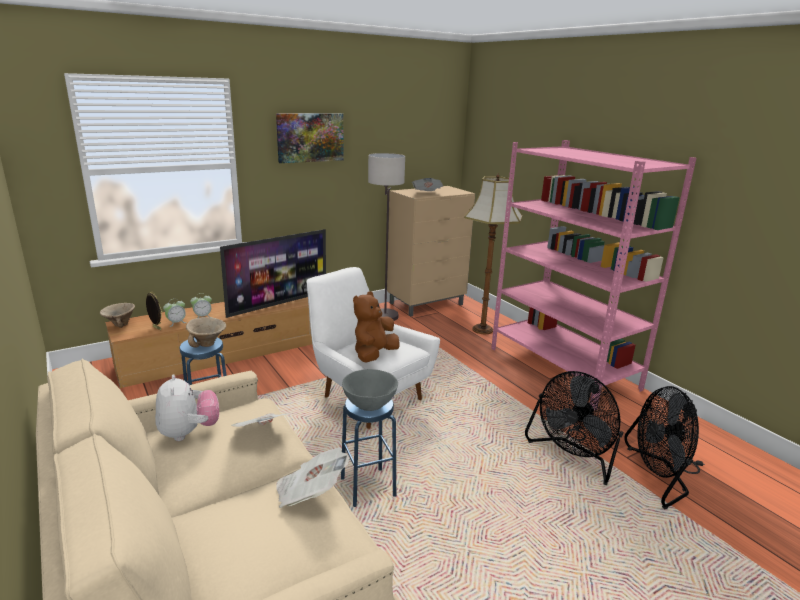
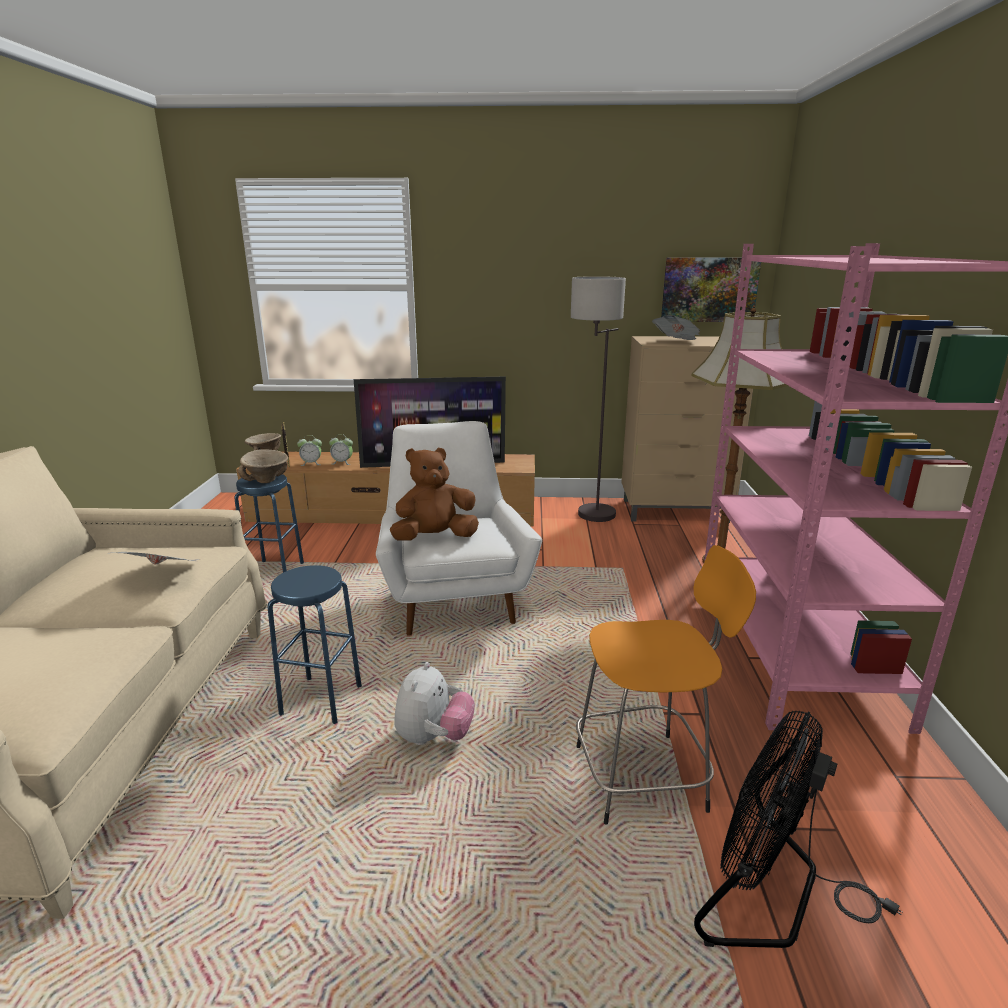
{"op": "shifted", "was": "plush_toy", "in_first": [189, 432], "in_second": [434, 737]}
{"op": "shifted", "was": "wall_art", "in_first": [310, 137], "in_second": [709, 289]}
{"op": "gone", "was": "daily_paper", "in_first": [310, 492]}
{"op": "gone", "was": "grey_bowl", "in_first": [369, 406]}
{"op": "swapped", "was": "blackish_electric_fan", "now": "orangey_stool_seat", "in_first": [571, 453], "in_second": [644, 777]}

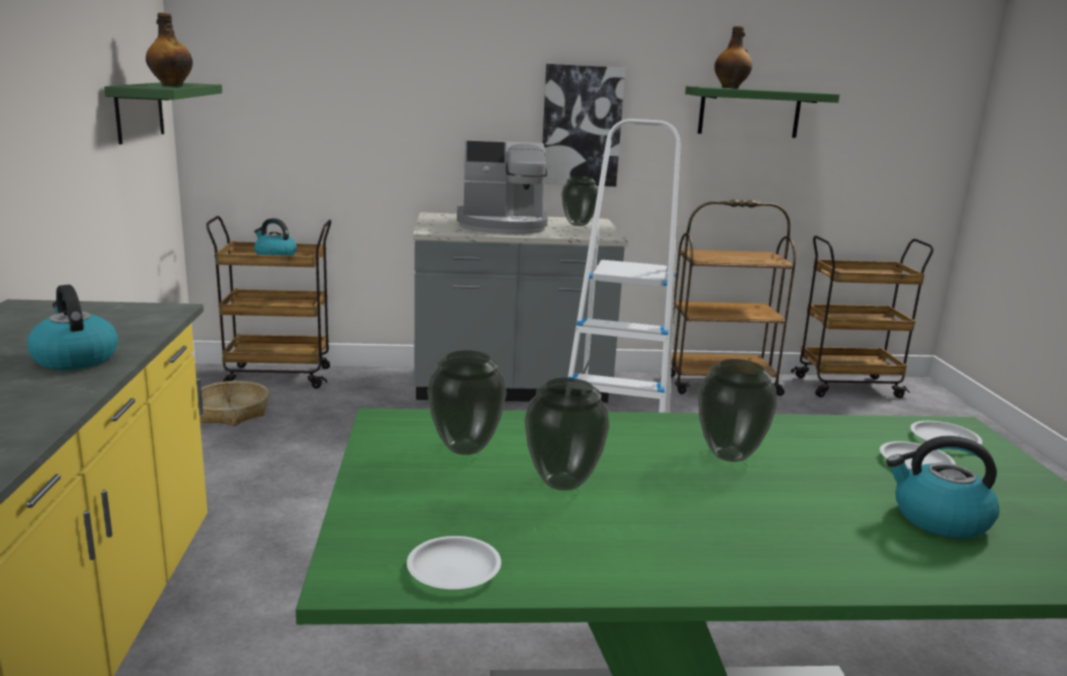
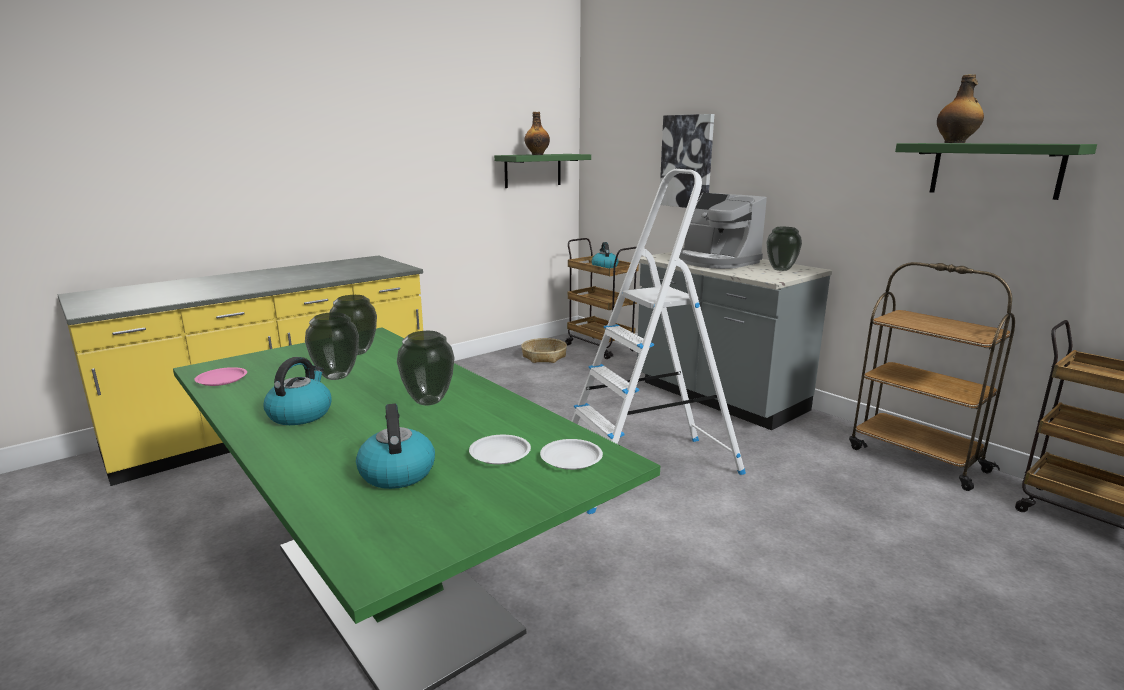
{"op": "shifted", "was": "kettle", "in_first": [74, 358], "in_second": [300, 414]}
{"op": "repainted", "was": "white_flat_dish", "now": "pinkish_flat_dish", "in_first": [454, 568], "in_second": [222, 379]}
{"op": "shifted", "was": "wall_art", "in_first": [581, 126], "in_second": [687, 161]}

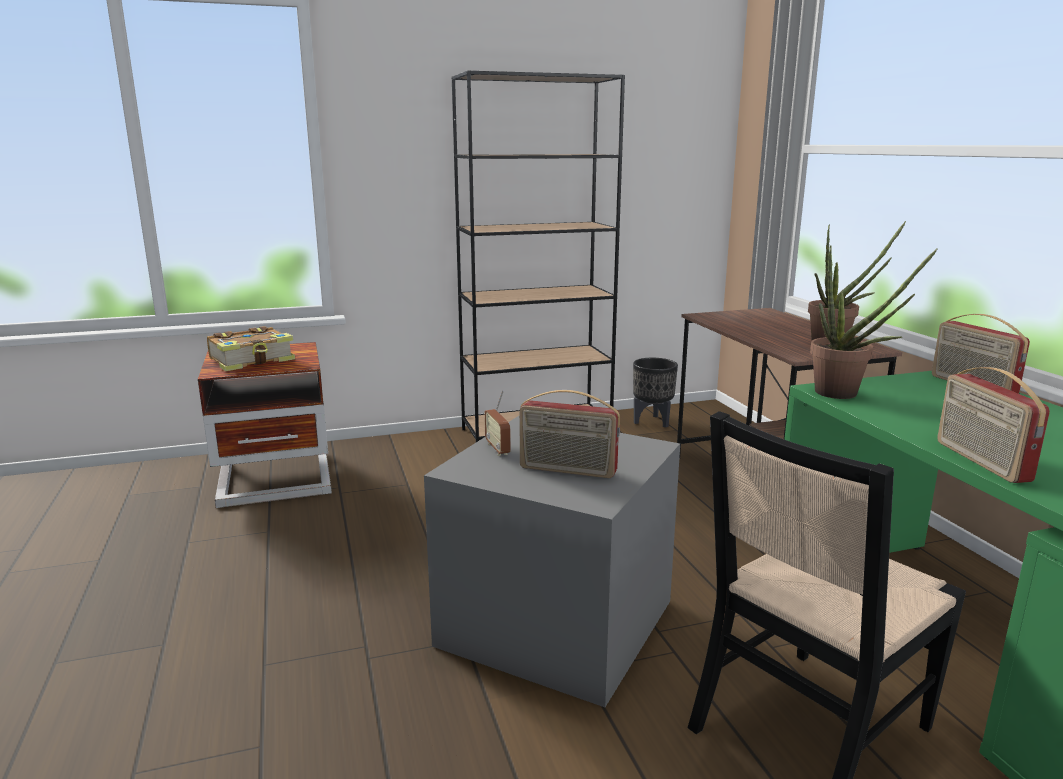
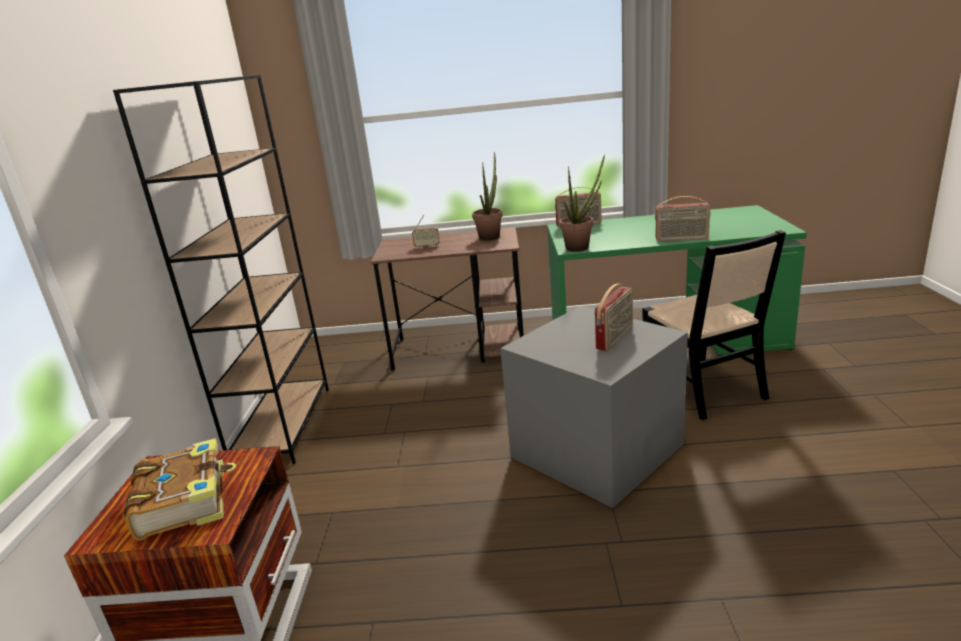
{"op": "shifted", "was": "radio", "in_first": [498, 449], "in_second": [427, 246]}
{"op": "gone", "was": "blackish_flower_pot", "in_first": [652, 421]}

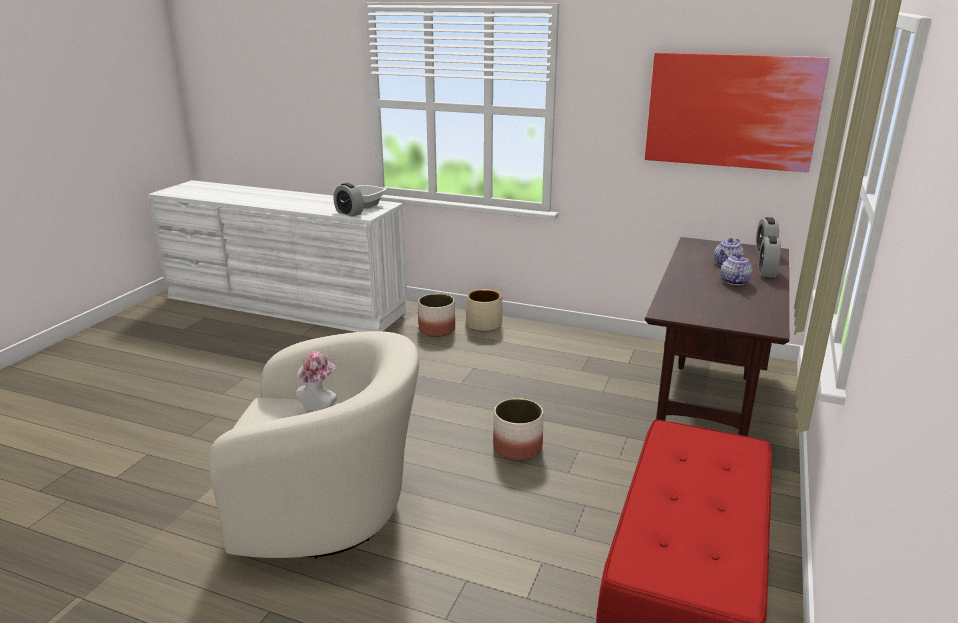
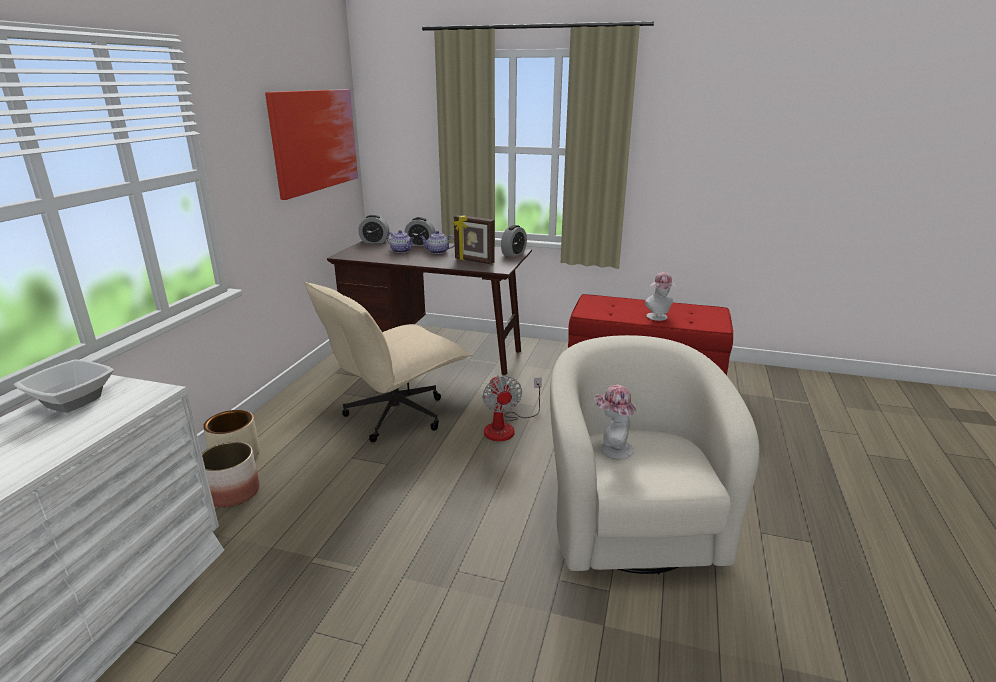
{"op": "shifted", "was": "table_clock", "in_first": [349, 213], "in_second": [513, 254]}
{"op": "swapped", "was": "flower_pot", "now": "electric_fan", "in_first": [518, 448], "in_second": [506, 427]}
{"op": "new", "now": "sand-coloured_desk_chair", "in_second": [397, 414]}
{"op": "new", "now": "photo_frame", "in_second": [474, 261]}
{"op": "new", "now": "wearable_hat", "in_second": [659, 317]}

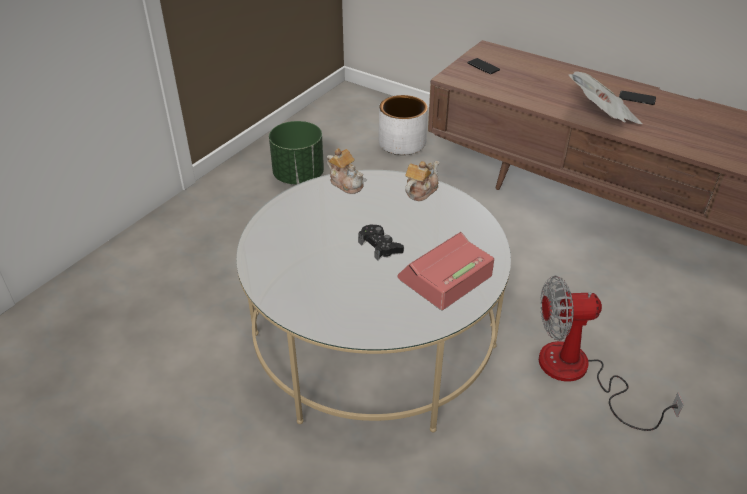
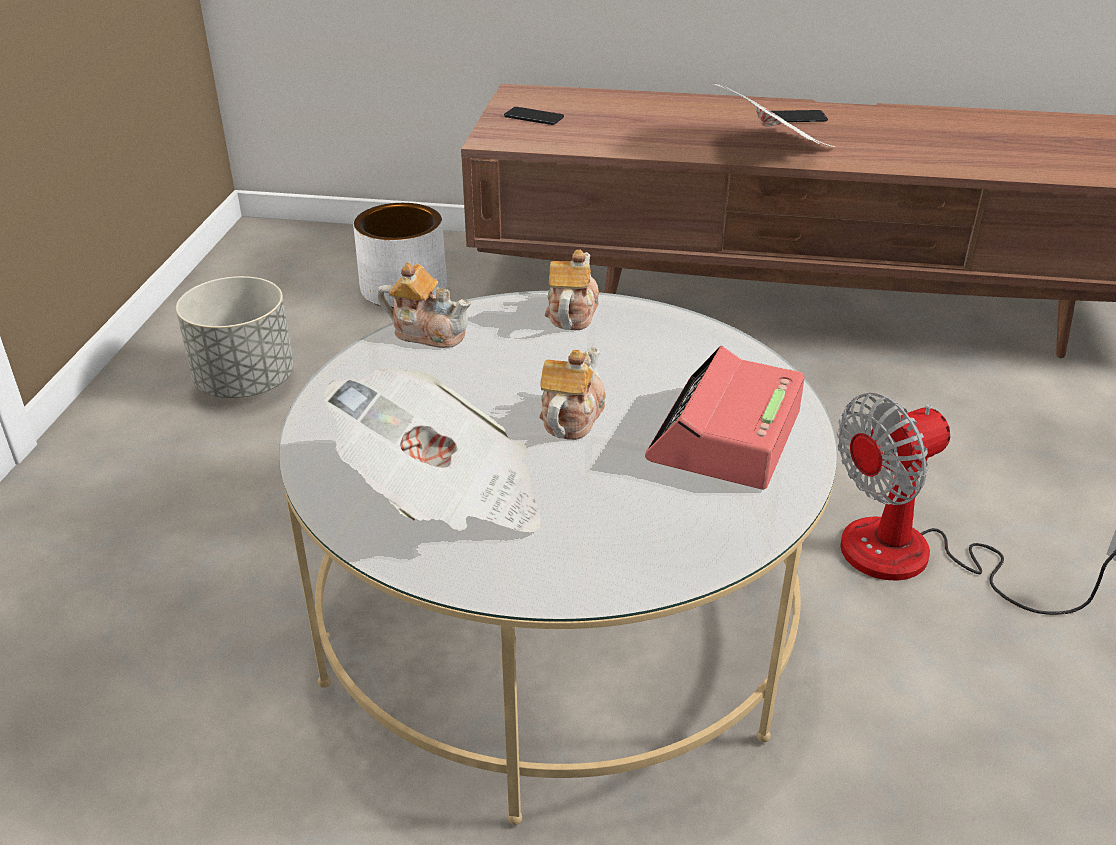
{"op": "repainted", "was": "green_flower_pot", "now": "grey_flower_pot", "in_first": [299, 176], "in_second": [246, 382]}
{"op": "swapped", "was": "blackish_gamepad", "now": "teapot", "in_first": [380, 246], "in_second": [571, 418]}
{"op": "new", "now": "daily_paper", "in_second": [444, 497]}

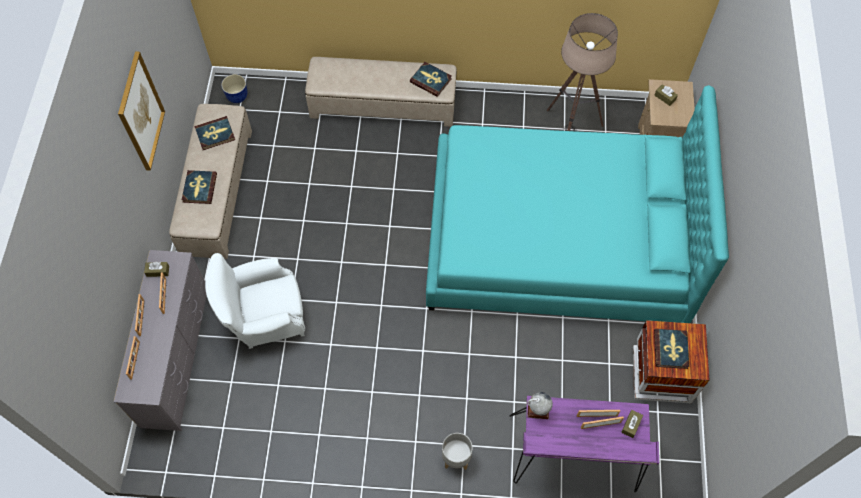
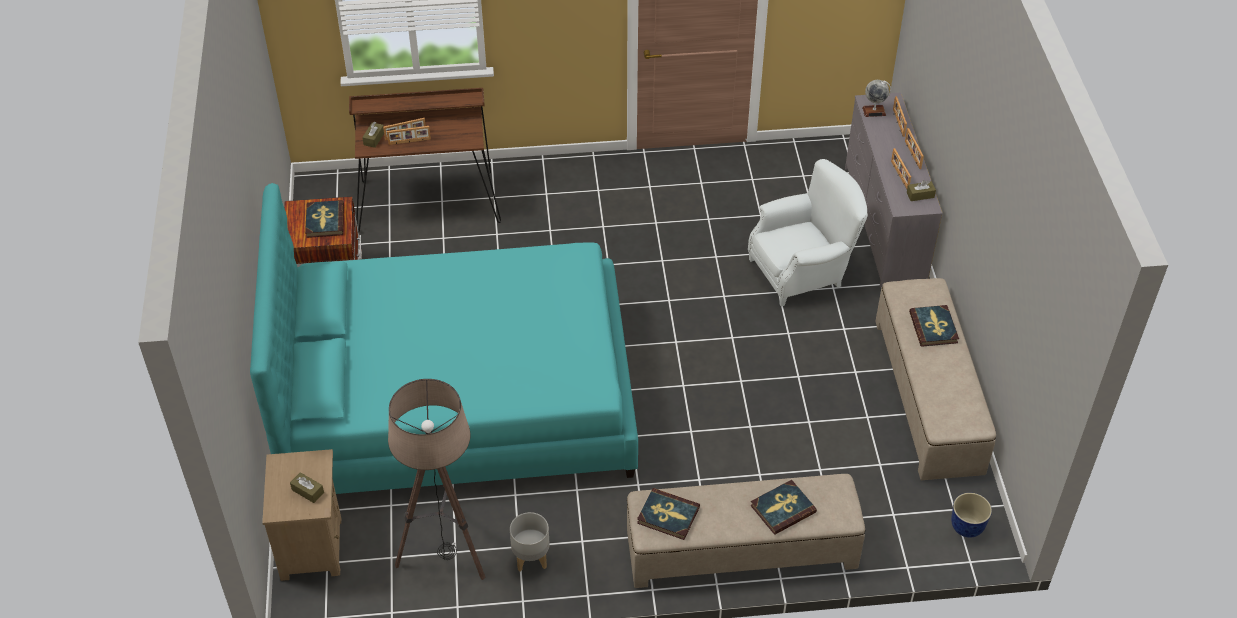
{"op": "gone", "was": "wall_art", "in_first": [140, 112]}
{"op": "shifted", "was": "volume", "in_first": [215, 134], "in_second": [782, 508]}
{"op": "shifted", "was": "grey_flower_pot", "in_first": [456, 458], "in_second": [531, 558]}
{"op": "repainted", "was": "purplish_desk", "now": "brownish_desk", "in_first": [574, 455], "in_second": [428, 200]}
{"op": "shifted", "was": "desk_globe", "in_first": [538, 411], "in_second": [874, 111]}

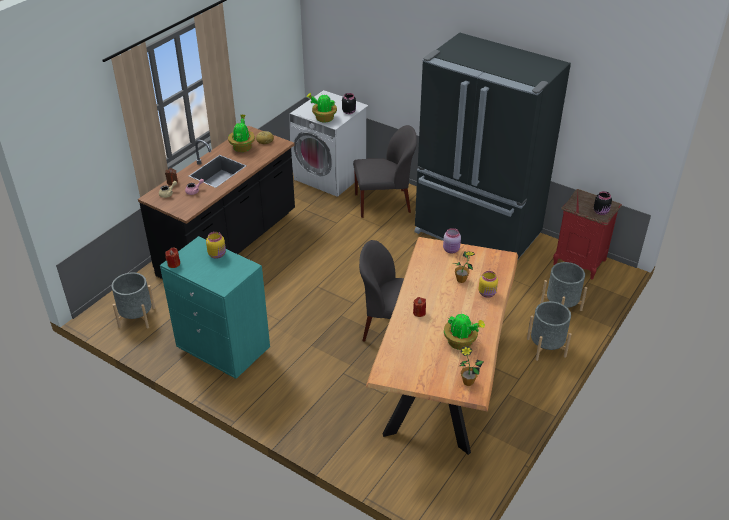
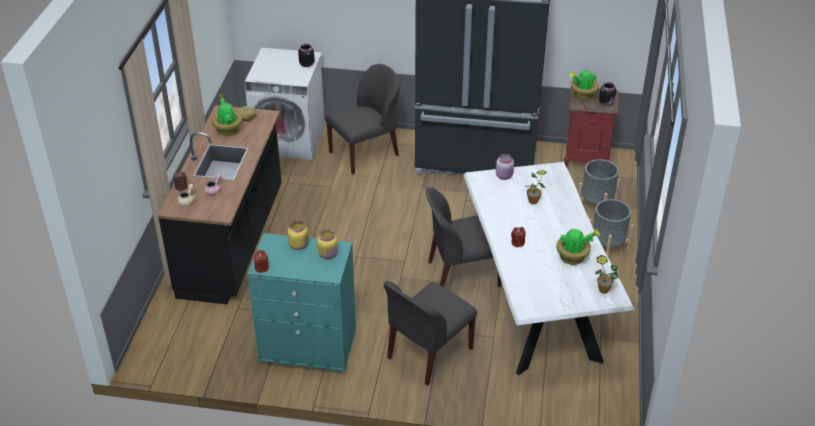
{"op": "gone", "was": "grey_flower_pot", "in_first": [137, 317]}
{"op": "shifted", "was": "plant_in_a_pot", "in_first": [323, 118], "in_second": [582, 96]}
{"op": "repainted", "was": "brownish_dining_table", "now": "white_dining_table", "in_first": [442, 377], "in_second": [535, 303]}
{"op": "shifted", "was": "yellow-coloured_preserve_jar", "in_first": [487, 293], "in_second": [328, 254]}
{"op": "new", "now": "grey_chair", "in_second": [428, 354]}

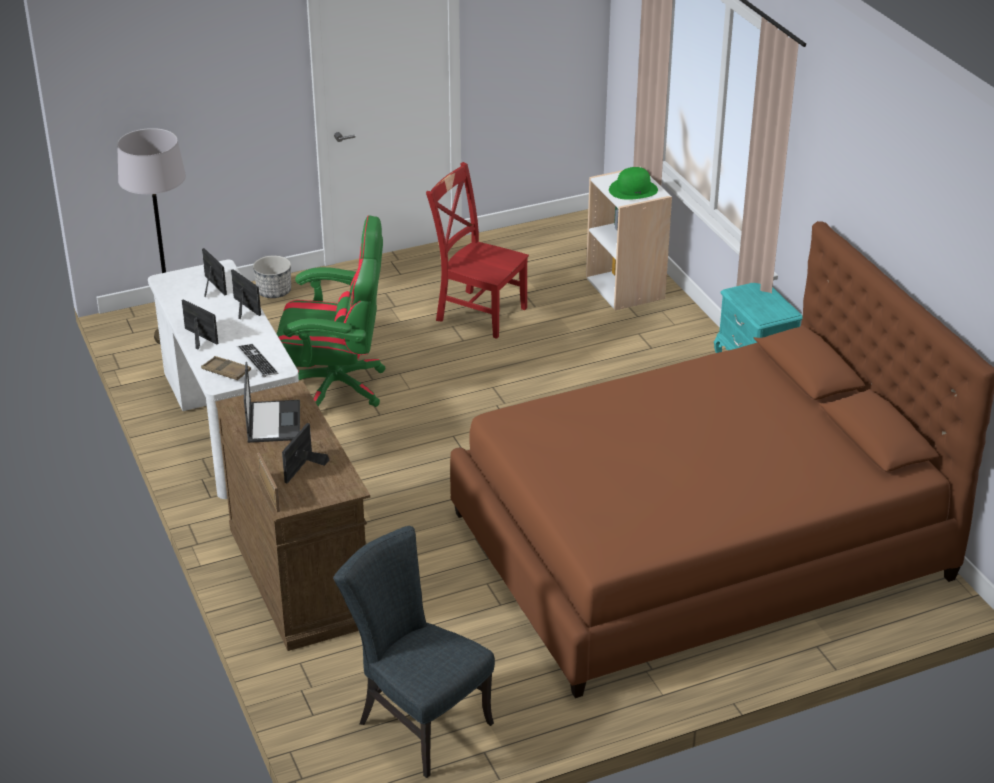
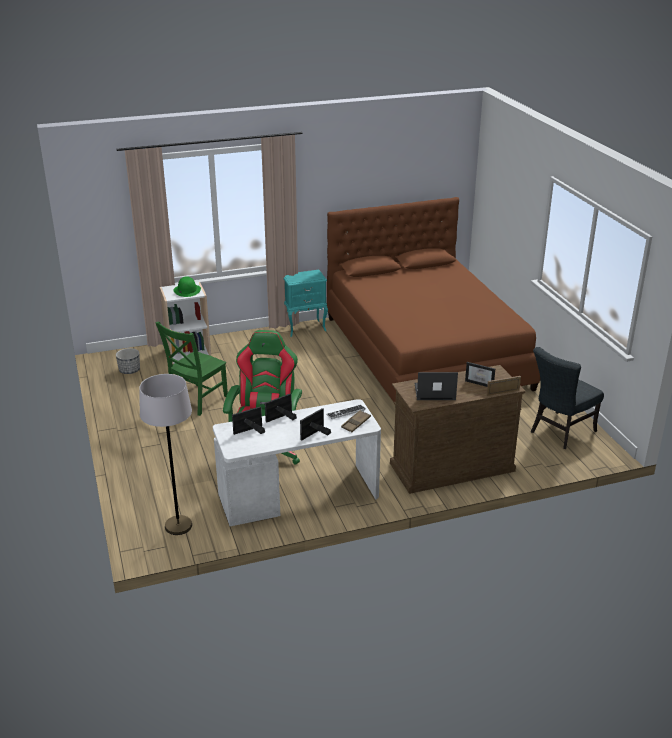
{"op": "shifted", "was": "flower_pot", "in_first": [274, 292], "in_second": [129, 370]}
{"op": "repainted", "was": "red-coloured_chair", "now": "green_chair", "in_first": [478, 313], "in_second": [196, 400]}

